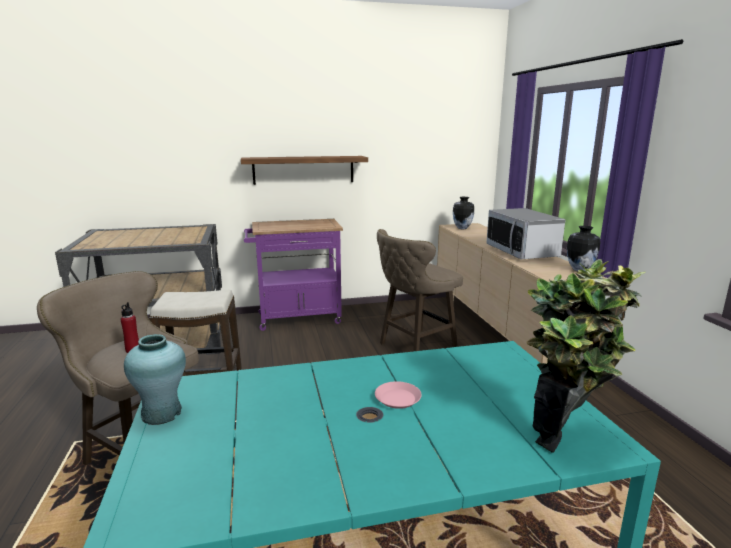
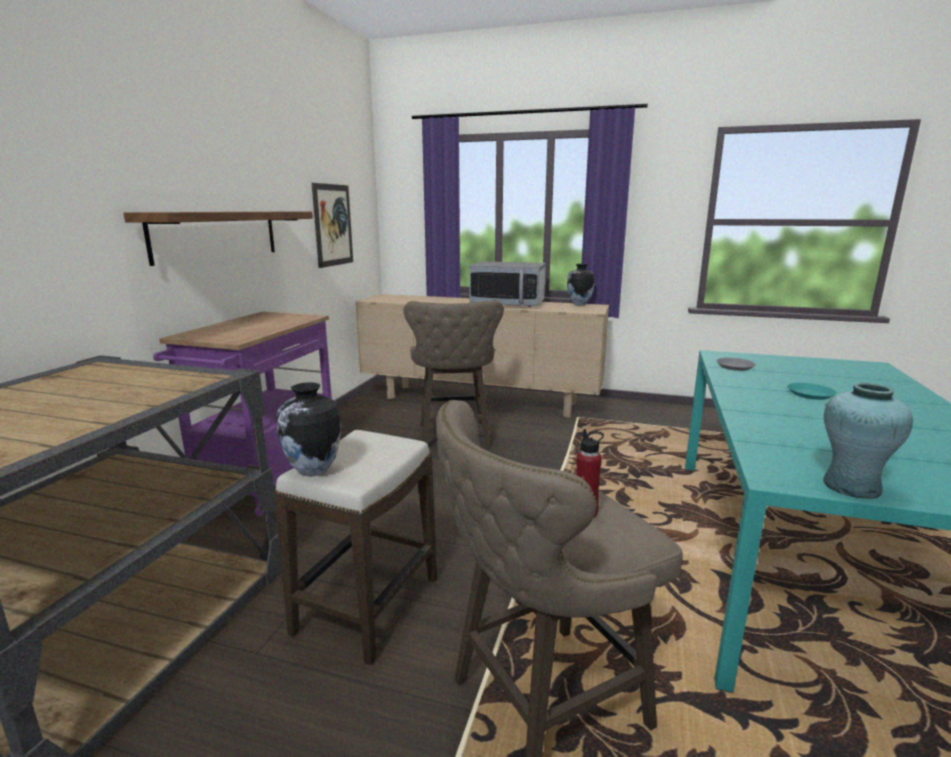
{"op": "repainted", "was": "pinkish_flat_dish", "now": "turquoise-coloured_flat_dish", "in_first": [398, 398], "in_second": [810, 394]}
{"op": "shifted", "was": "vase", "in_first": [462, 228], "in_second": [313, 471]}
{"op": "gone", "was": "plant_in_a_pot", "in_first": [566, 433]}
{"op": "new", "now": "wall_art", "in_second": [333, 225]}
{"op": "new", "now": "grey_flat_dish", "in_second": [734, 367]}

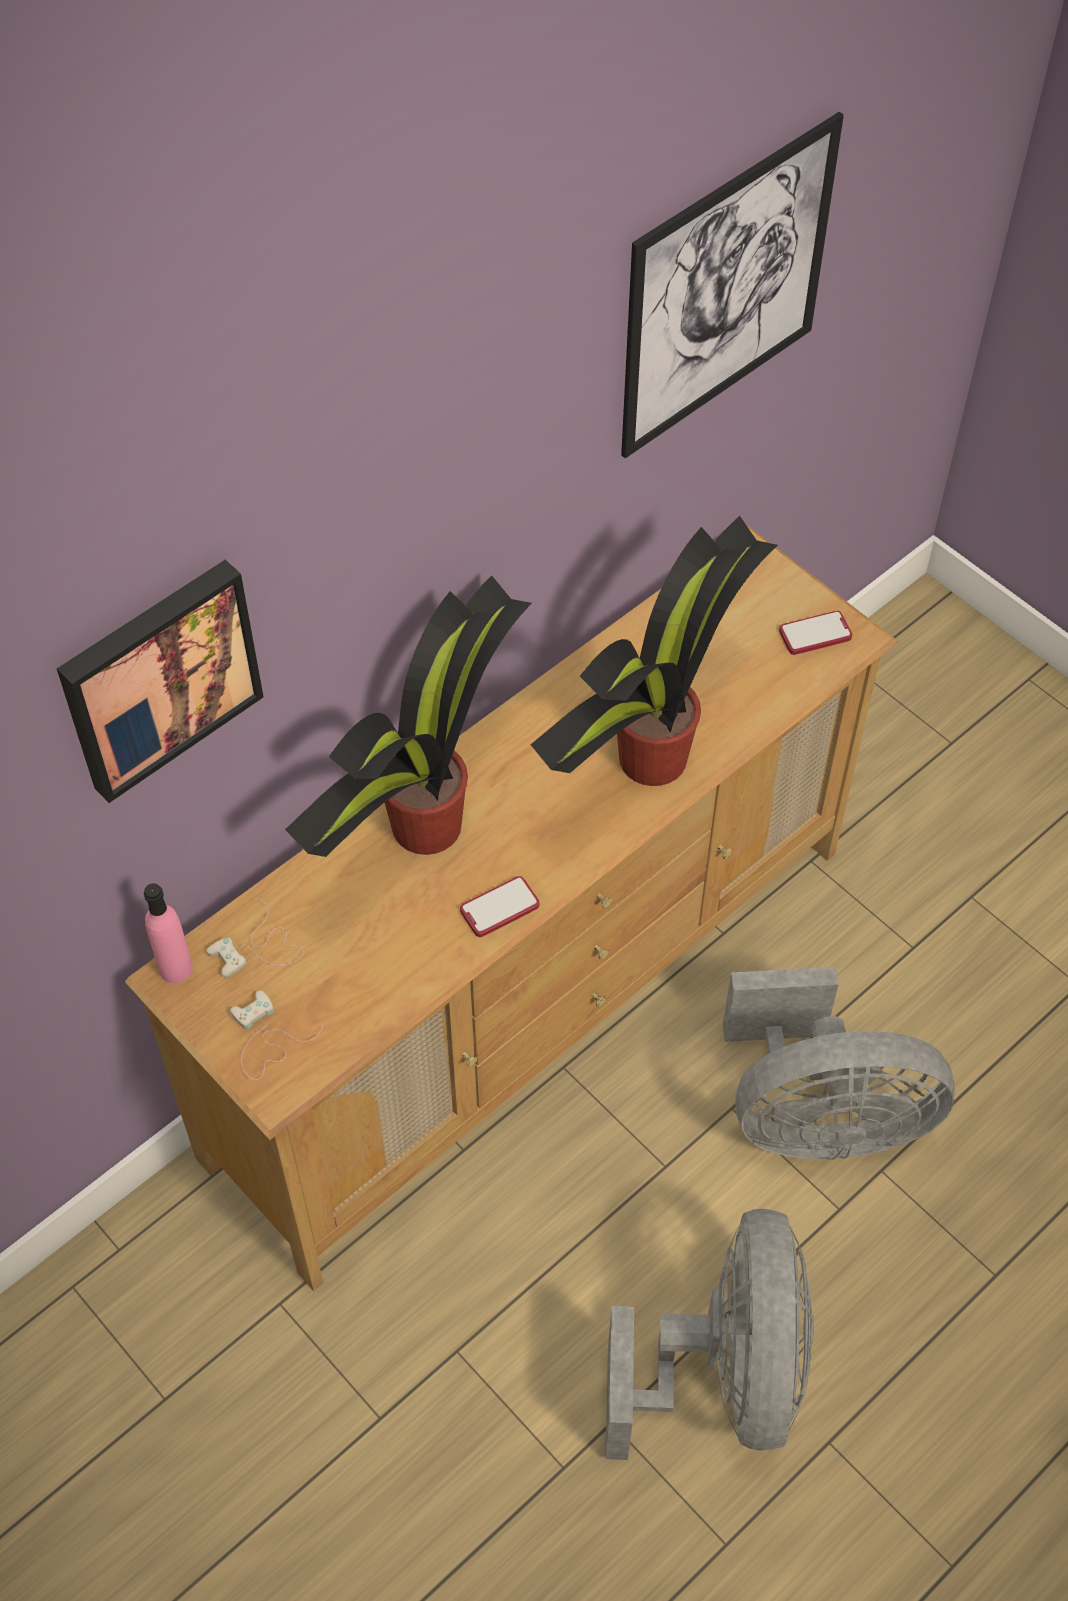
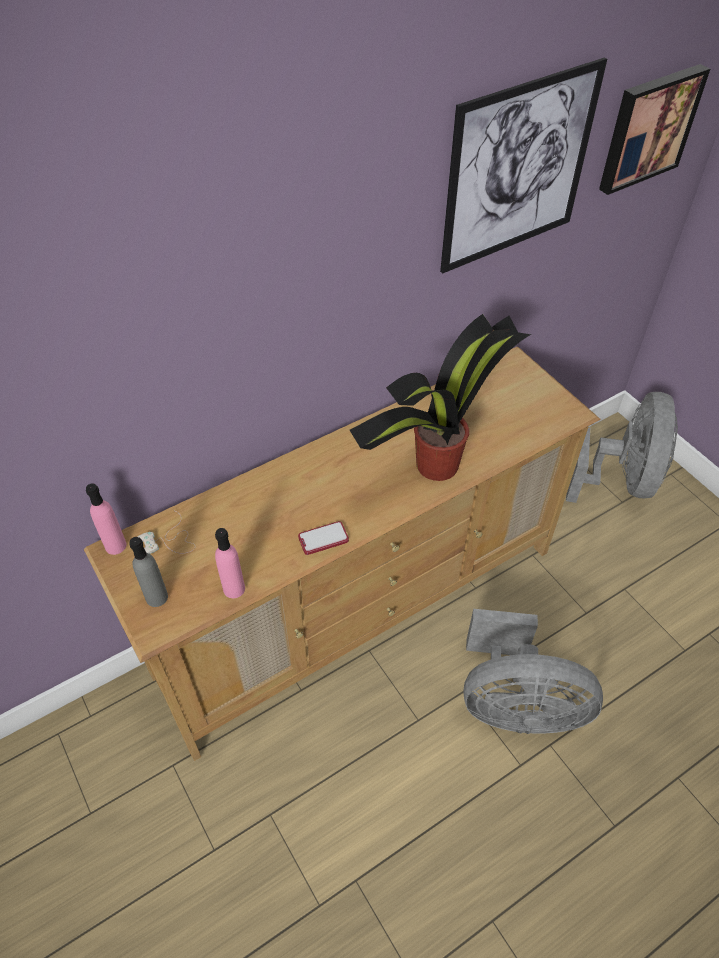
{"op": "shifted", "was": "wall_art", "in_first": [158, 676], "in_second": [648, 128]}
{"op": "swapped", "was": "white_gamepad", "now": "grey_bottle", "in_first": [265, 1039], "in_second": [157, 597]}
{"op": "gone", "was": "plant_in_a_pot", "in_first": [423, 828]}
{"op": "shifted", "was": "grey_electric_fan", "in_first": [722, 1373], "in_second": [620, 479]}
{"op": "gone", "was": "telephone", "in_first": [815, 634]}
{"op": "new", "now": "pinkish_bottle", "in_second": [234, 589]}

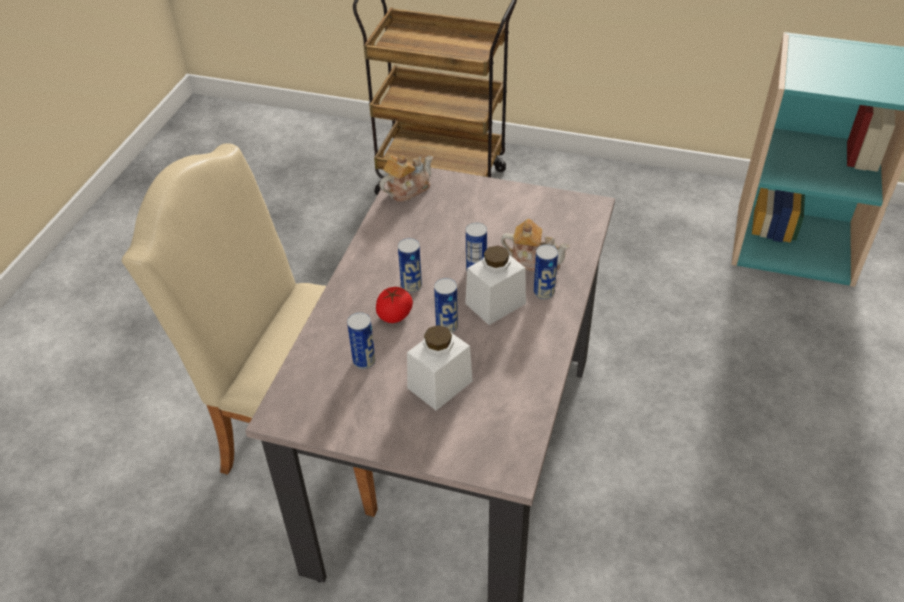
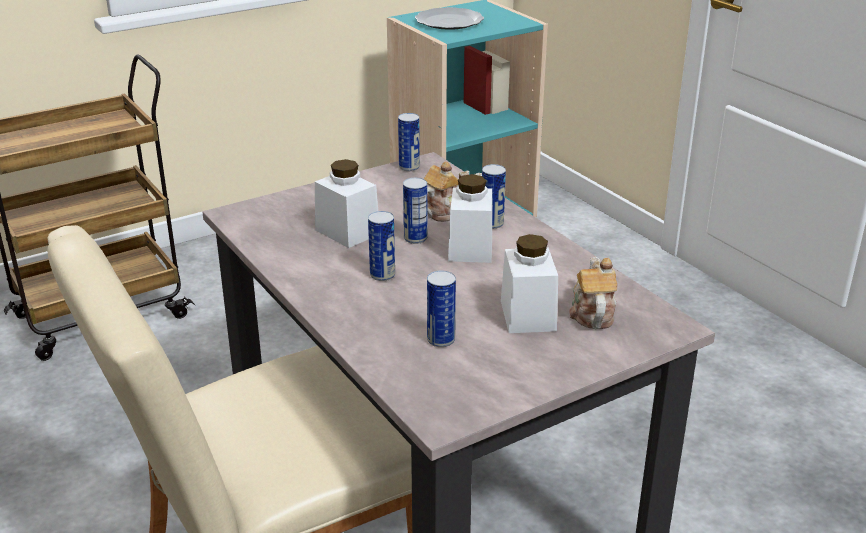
{"op": "gone", "was": "whole_tomato", "in_first": [394, 315]}
{"op": "shifted", "was": "teapot", "in_first": [407, 189], "in_second": [592, 313]}
{"op": "shifted", "was": "metal_can", "in_first": [446, 326], "in_second": [409, 167]}
{"op": "new", "now": "white_preserve_jar", "in_second": [347, 232]}
{"op": "new", "now": "flat_dish", "in_second": [449, 22]}

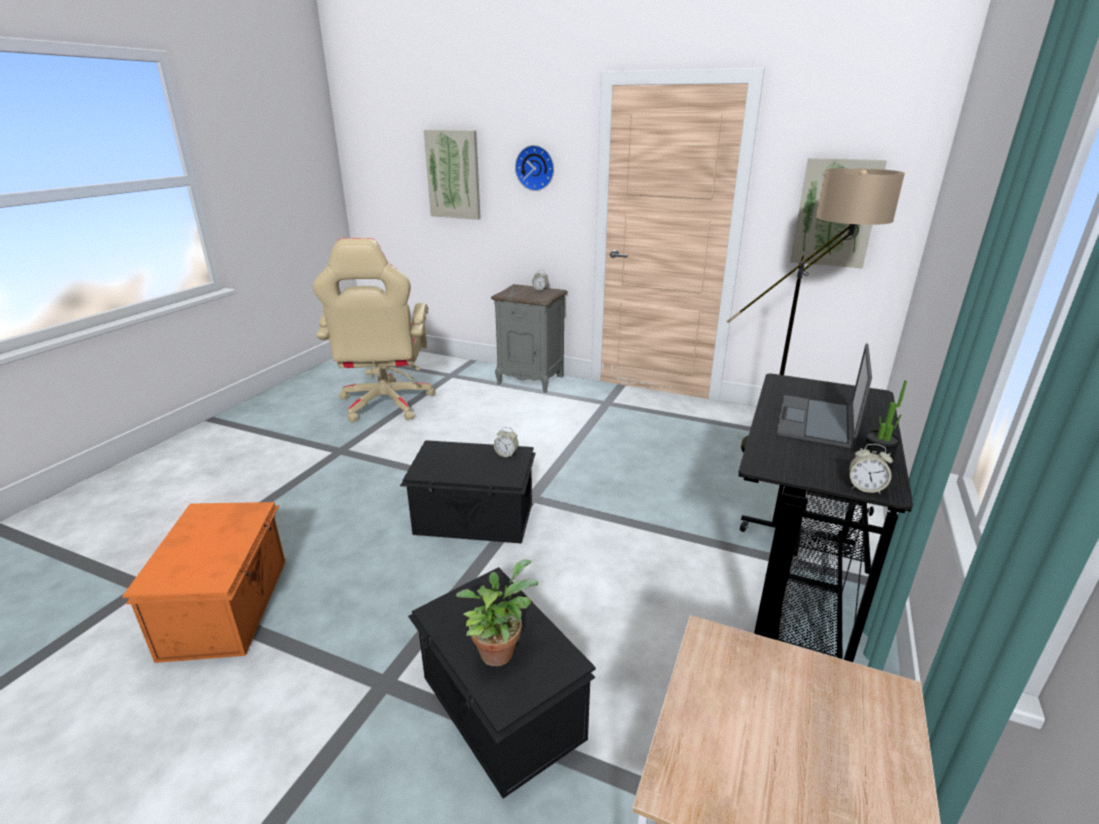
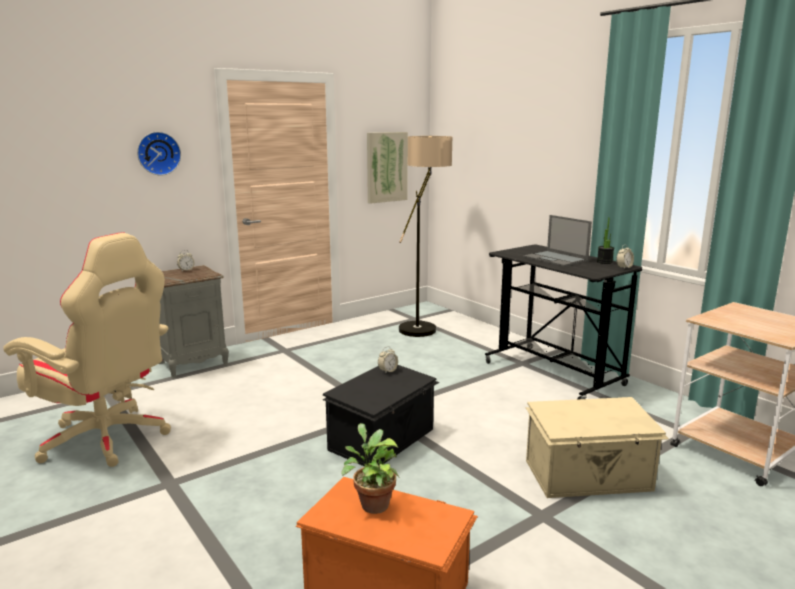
{"op": "repainted", "was": "blackish_storage_box", "now": "sand-coloured_storage_box", "in_first": [500, 709], "in_second": [589, 476]}
{"op": "gone", "was": "wall_art", "in_first": [453, 174]}
{"op": "shifted", "was": "plant_in_a_pot", "in_first": [498, 649], "in_second": [372, 503]}

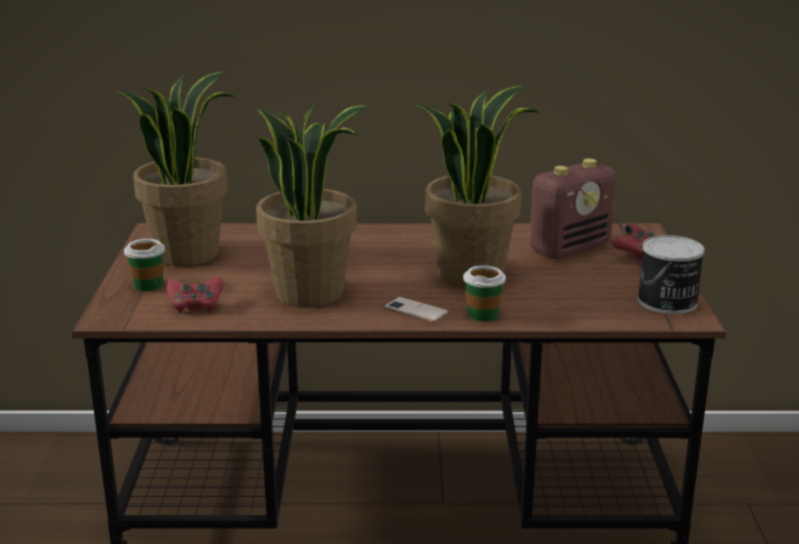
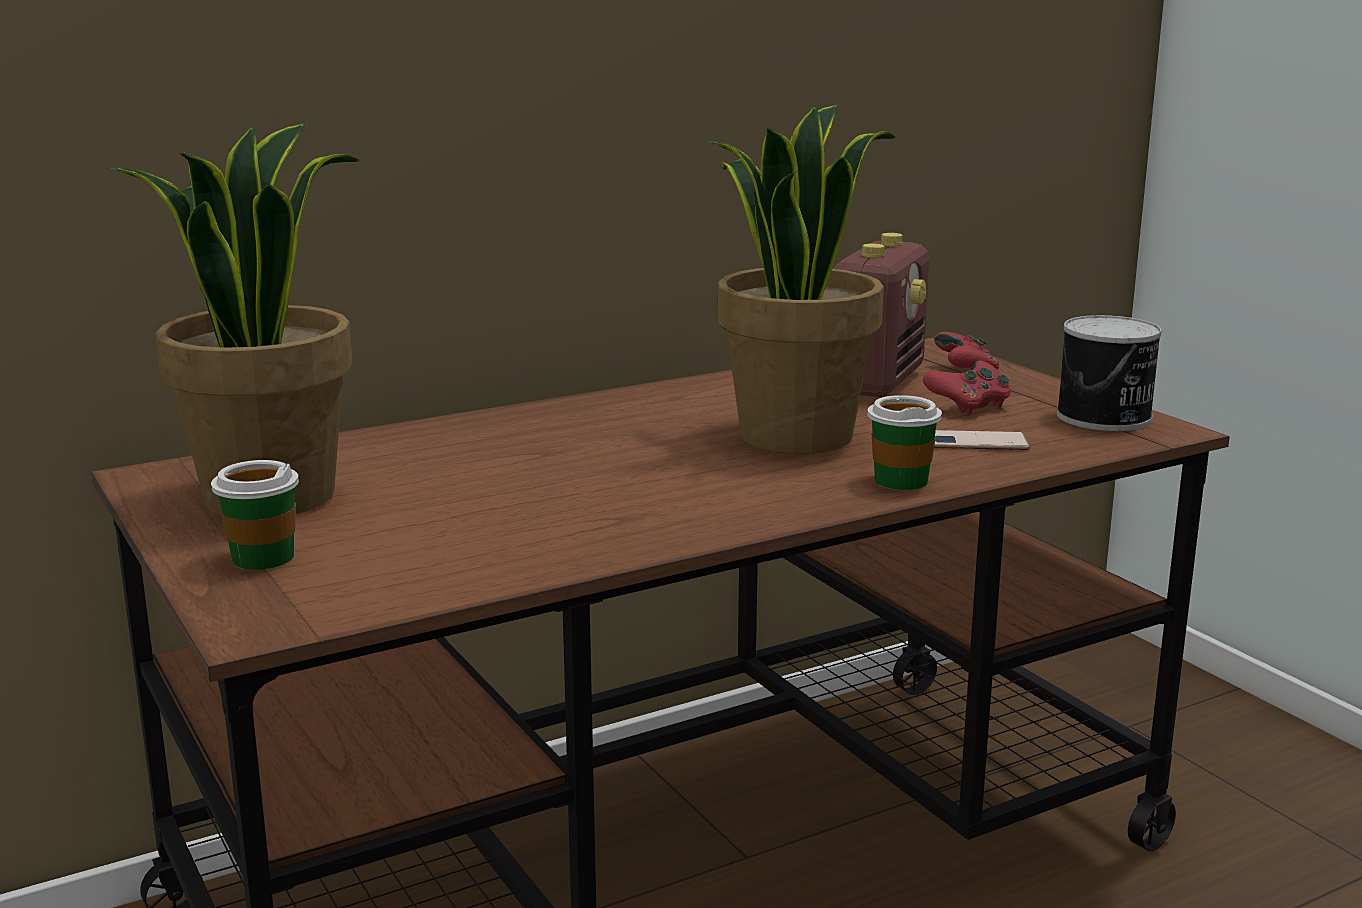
{"op": "shifted", "was": "red-coloured_gamepad", "in_first": [195, 306], "in_second": [969, 407]}
{"op": "gone", "was": "plant_in_a_pot", "in_first": [310, 292]}
{"op": "shifted", "was": "telephone", "in_first": [416, 310], "in_second": [976, 442]}

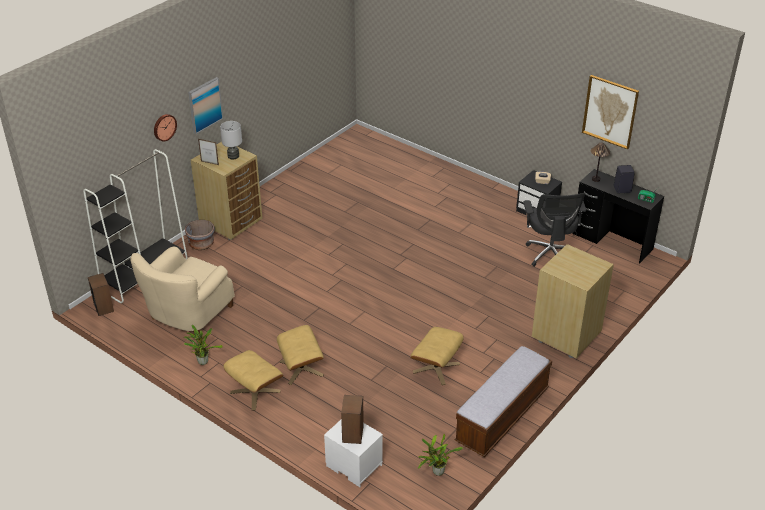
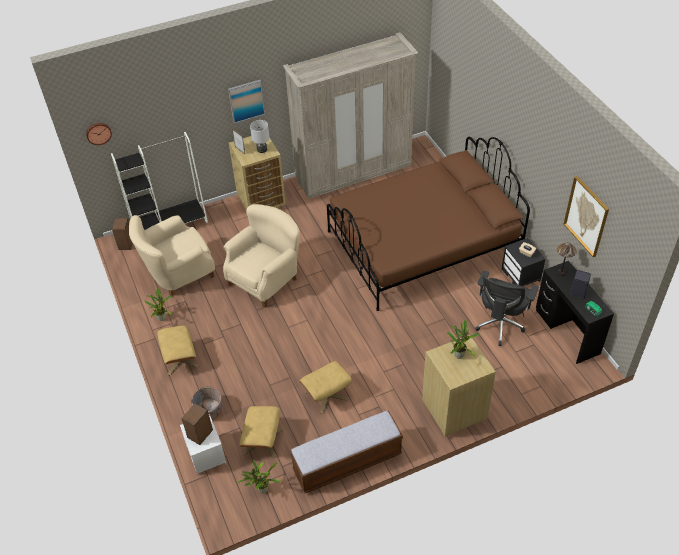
{"op": "shifted", "was": "clock_on_the_wall", "in_first": [164, 127], "in_second": [98, 133]}
{"op": "shifted", "was": "grey_flower_pot", "in_first": [201, 244], "in_second": [209, 410]}
{"op": "shifted", "was": "sand-coloured_pouffe", "in_first": [301, 368], "in_second": [263, 441]}
{"op": "new", "now": "sand-coloured_lounge_chair", "in_second": [265, 278]}
{"op": "new", "now": "sand-coloured_wardrobe", "in_second": [354, 171]}
{"op": "new", "now": "brownish_bed", "in_second": [422, 245]}
{"op": "new", "now": "plant_in_a_pot", "in_second": [459, 354]}

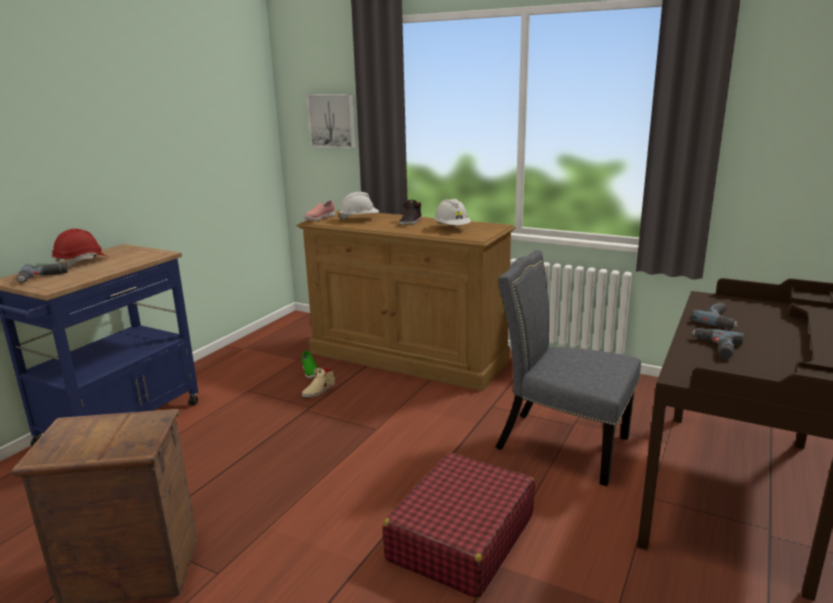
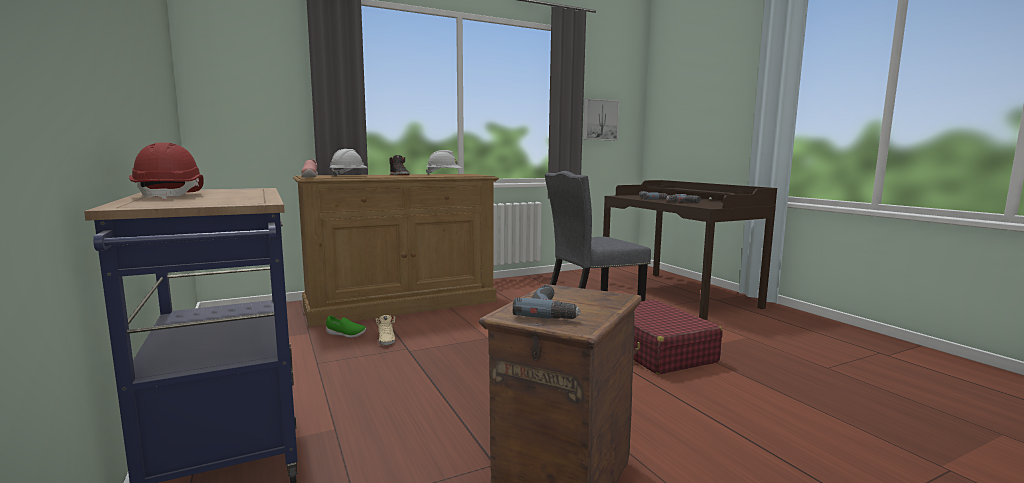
{"op": "shifted", "was": "power_drill", "in_first": [43, 277], "in_second": [551, 310]}
{"op": "shifted", "was": "wall_art", "in_first": [333, 121], "in_second": [600, 120]}

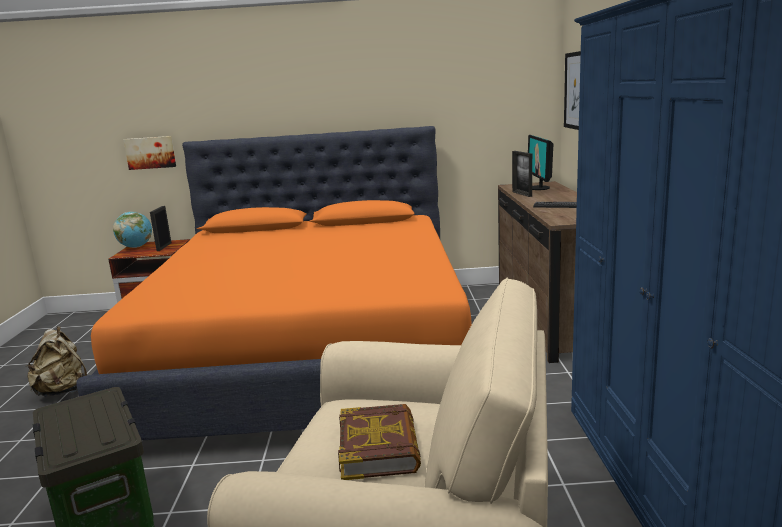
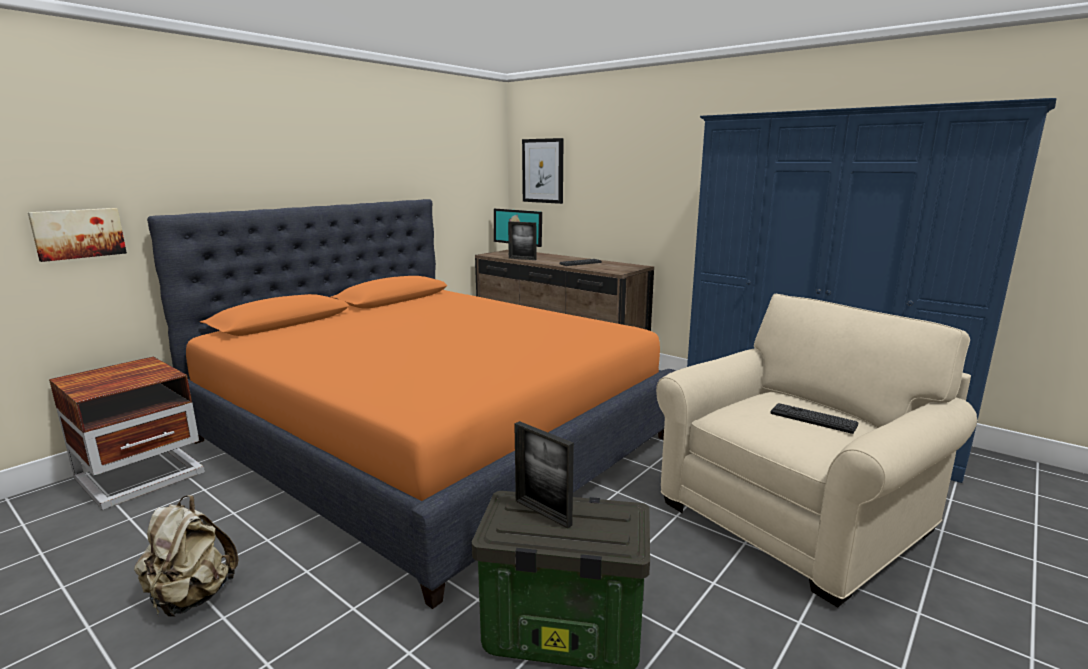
{"op": "gone", "was": "desk_globe", "in_first": [136, 247]}
{"op": "shifted", "was": "photo_frame", "in_first": [164, 247], "in_second": [543, 512]}
{"op": "swapped", "was": "volume", "now": "PC_keyboard", "in_first": [379, 448], "in_second": [813, 419]}

